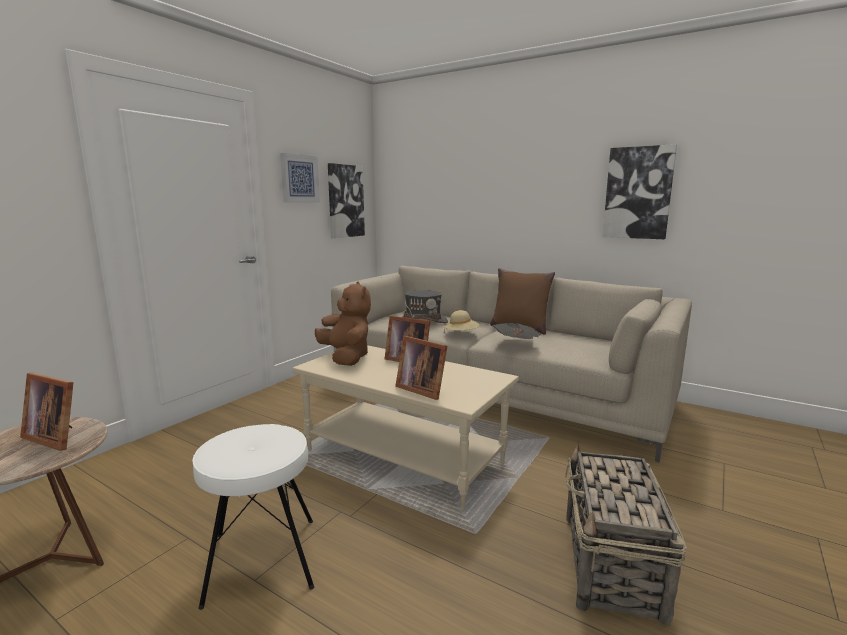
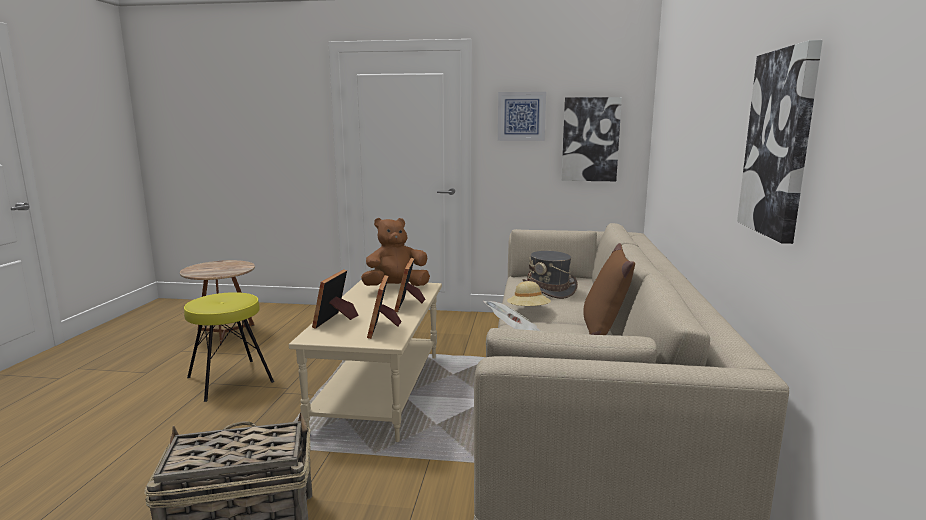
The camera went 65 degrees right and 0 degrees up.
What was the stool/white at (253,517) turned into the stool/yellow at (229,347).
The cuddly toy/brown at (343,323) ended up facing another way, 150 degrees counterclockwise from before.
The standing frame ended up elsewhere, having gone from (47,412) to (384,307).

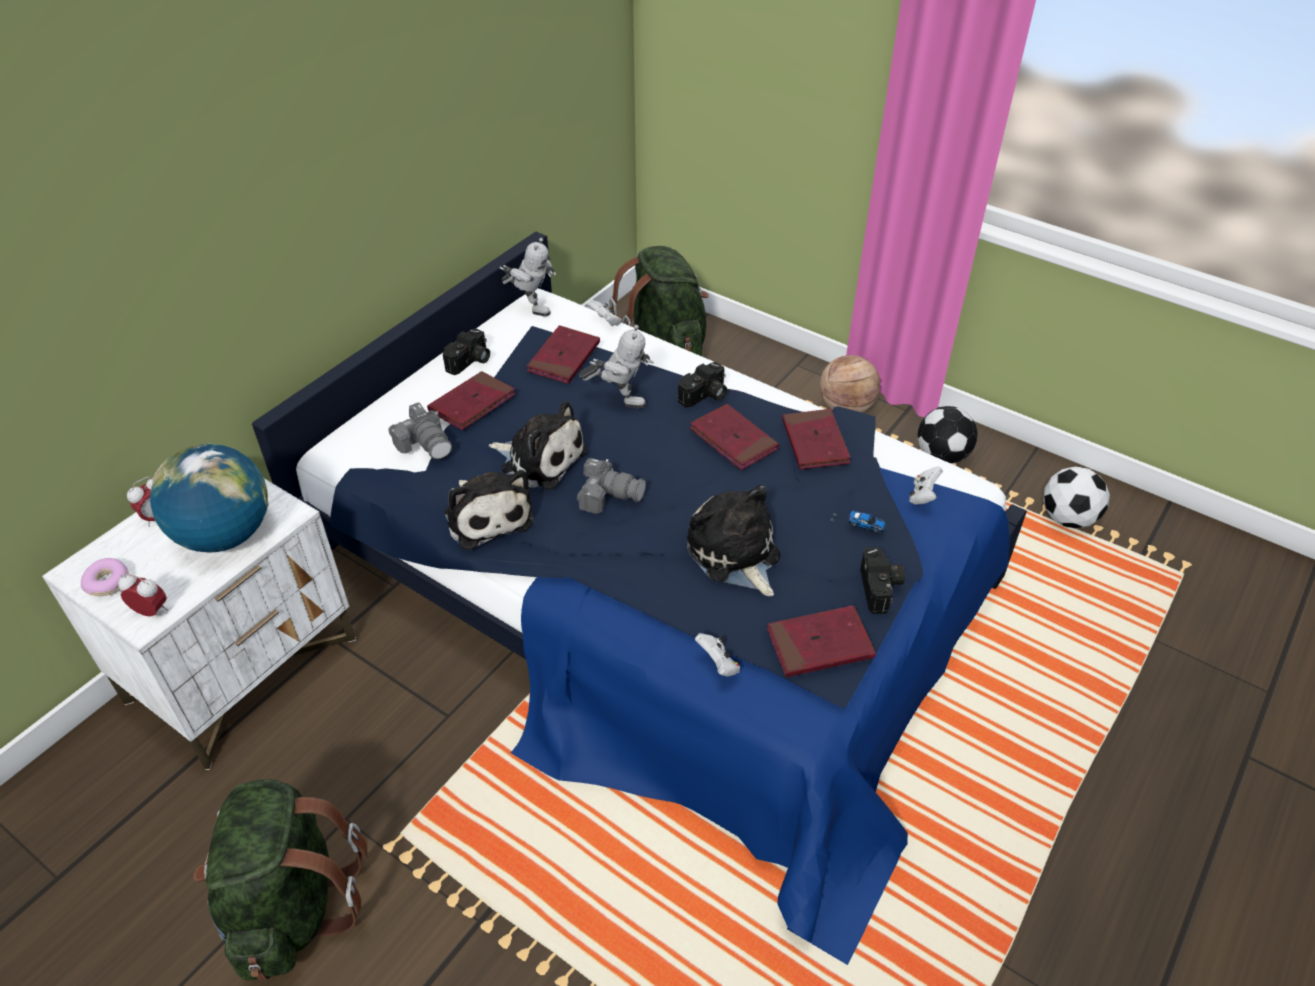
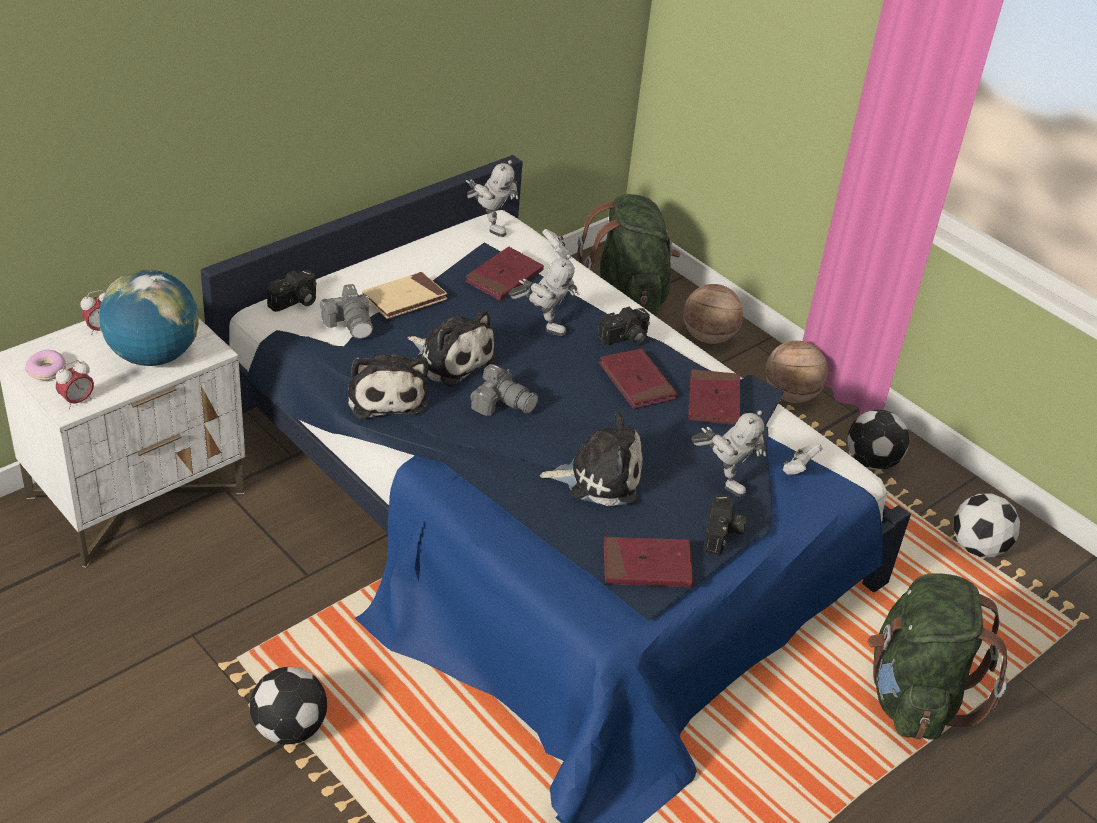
The camera went 10 degrees right and 5 degrees down.
The alarm clock at (143,595) ended up facing another way, 105 degrees clockwise from before.
The second view gained the football at (288,705).
The photo camera ended up elsewhere, having gone from (466,351) to (292,291).
What was the volume/red at (471,400) turned into the volume/sand-coloured at (405,295).
The cuddly toy at (733,541) ended up facing another way, 105 degrees clockwise from before.
The second view gained the basketball at (713,314).
Where the model car stood at (858,522), the robot figure came to stand at (728,453).
The rucksack/greenish ended up elsewhere, having gone from (280,879) to (937,657).
The second view lost the joypad/white at (717,655).

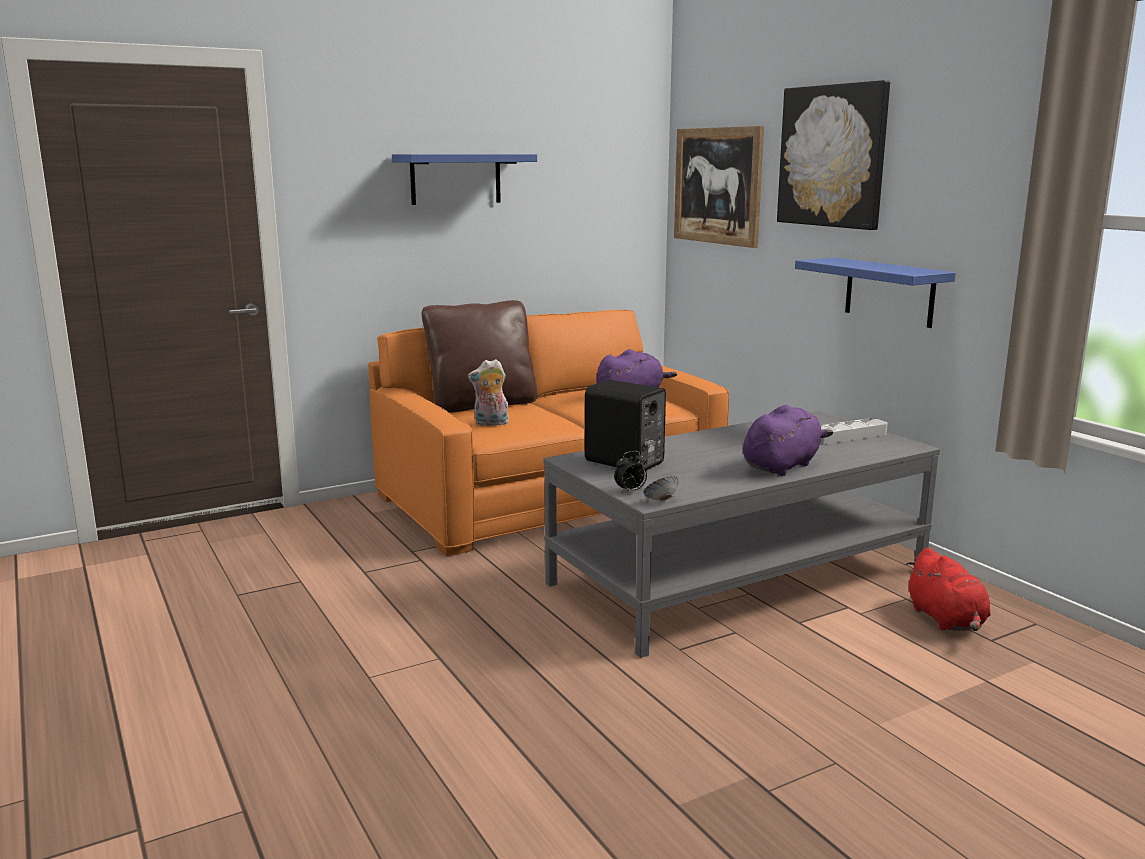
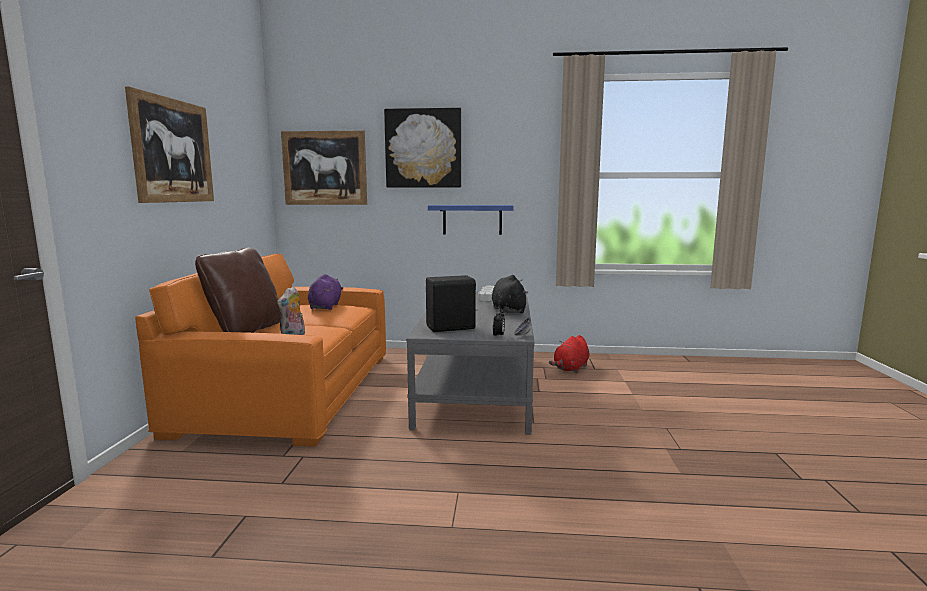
The camera went 55 degrees left and 5 degrees down.
Where the shelf/blue-coloured hung at (464,179), the picture came to hang at (169,145).
What was the cuddly toy/purple at (788,440) turned into the cuddly toy/blackish at (510,294).
The cuddly toy/red at (948,589) ended up facing another way, 105 degrees clockwise from before.

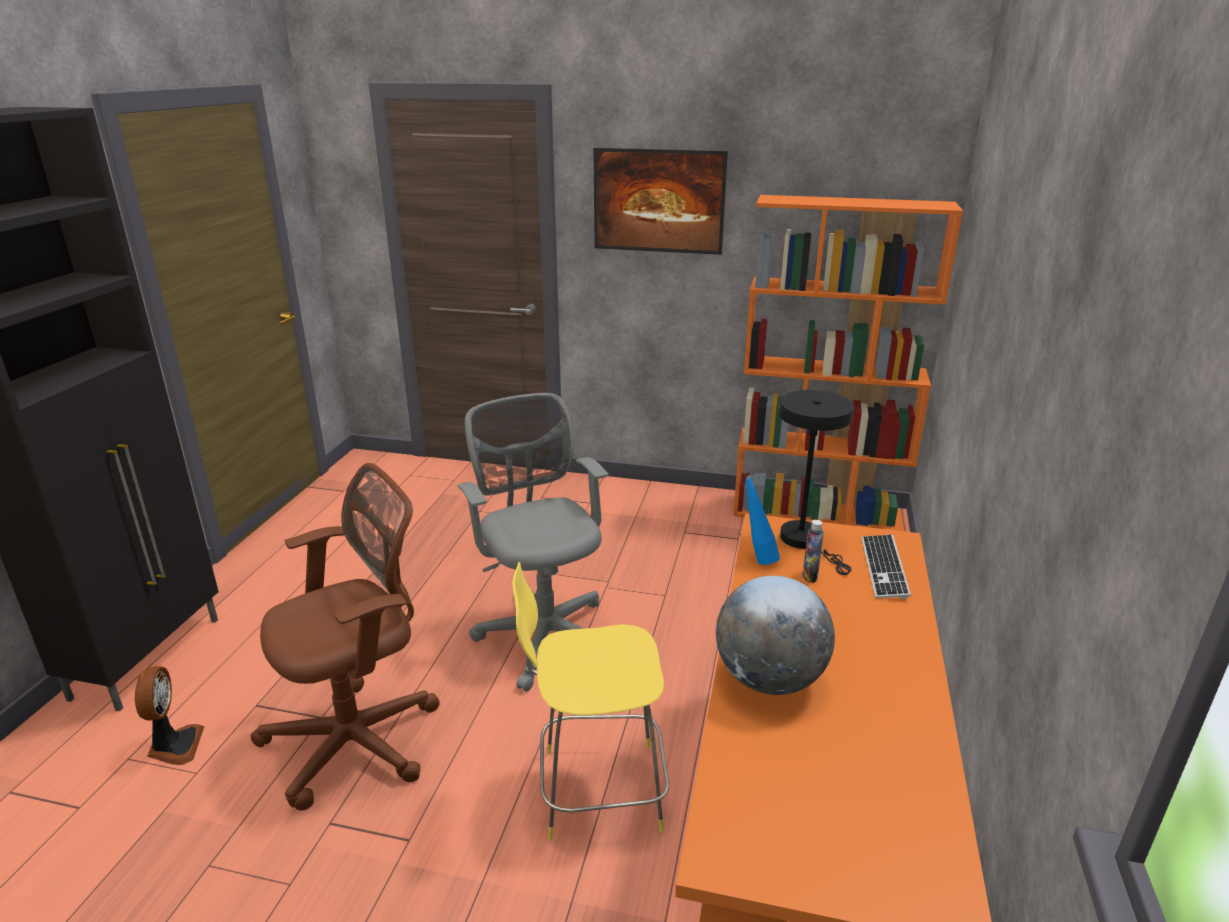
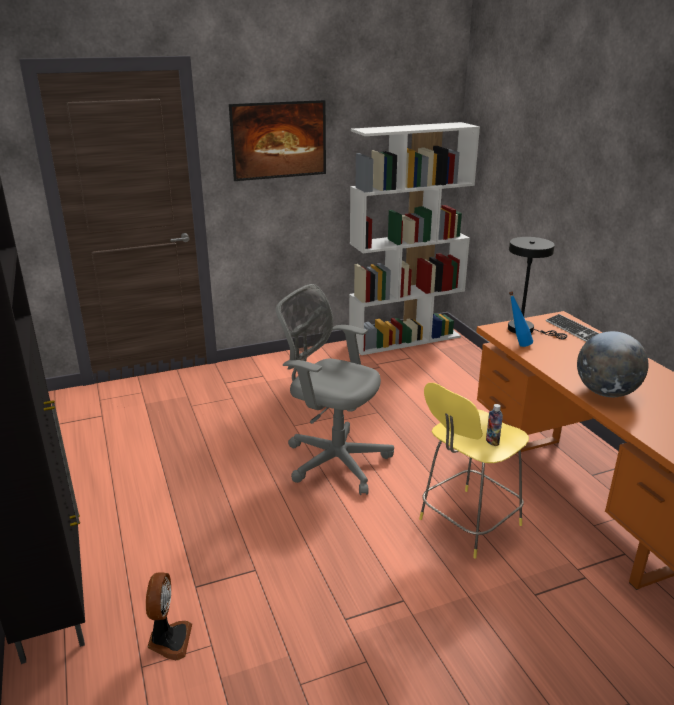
The camera went 35 degrees left and 0 degrees up.
The electric fan at (169,715) ended up facing another way, 45 degrees clockwise from before.
What was the bookcase/orangey at (848,363) turned into the bookcase/white at (414,238).
The drink bottle ended up elsewhere, having gone from (813,551) to (494,425).
The second view lost the office chair/brown at (345,637).

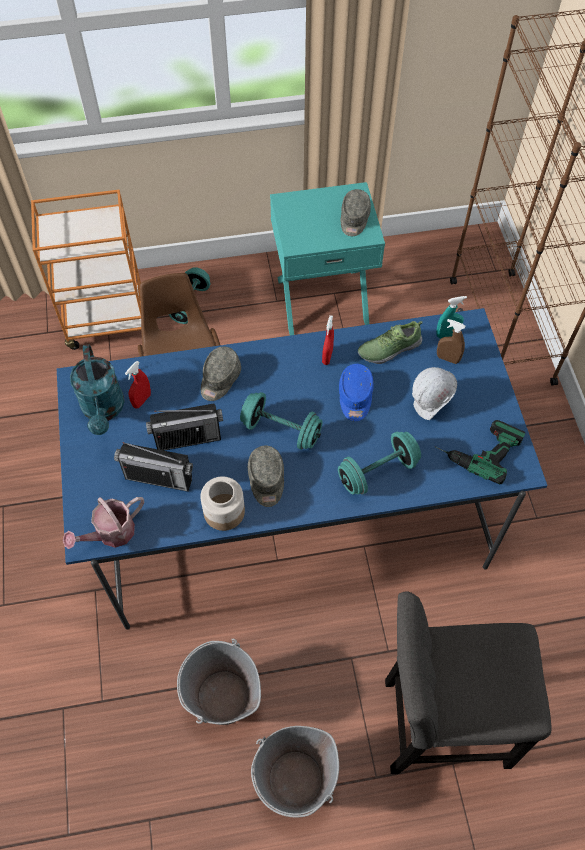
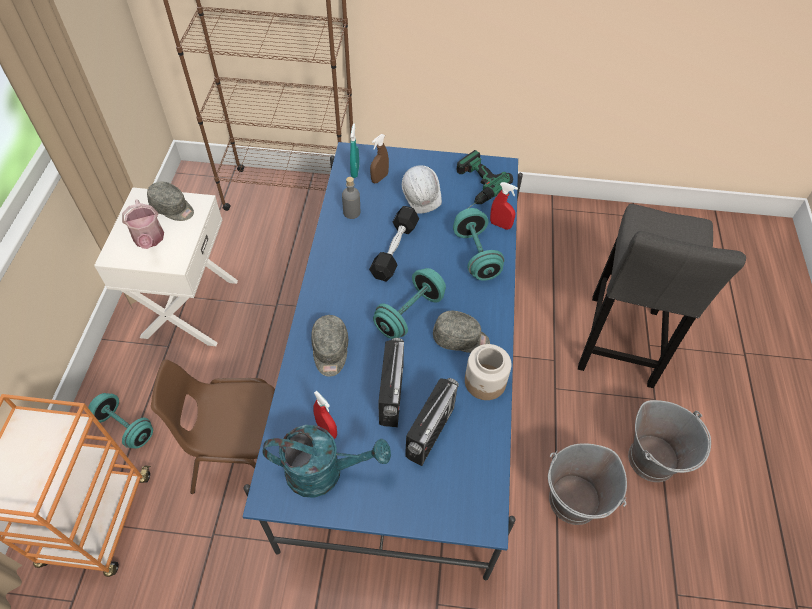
The camera went 75 degrees left and 5 degrees down.
What was the nightstand/turquoise at (327,259) turned into the nightstand/white at (166,267).
The sprinkling can ended up elsewhere, having gone from (103,523) to (143,224).
The baseball cap/grey at (221,374) ended up facing another way, 45 degrees clockwise from before.
Where the item of footwear stood at (390,342), the drink bottle/grey came to stand at (351,198).
Where the baseball cap/blue-coloured stood at (356,392), the dumbbell/blackish came to stand at (394,244).
The hand sprayer/red ended up elsewhere, having gone from (328,340) to (504,206).

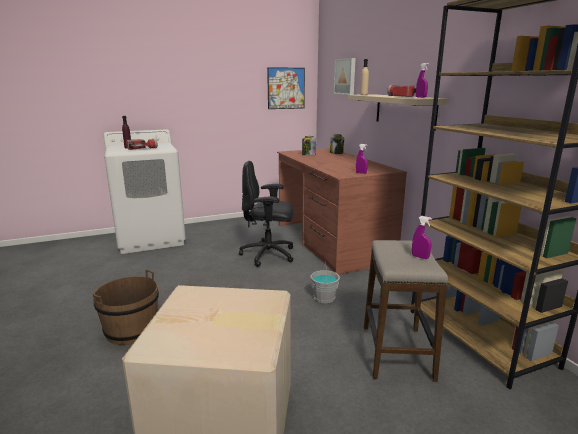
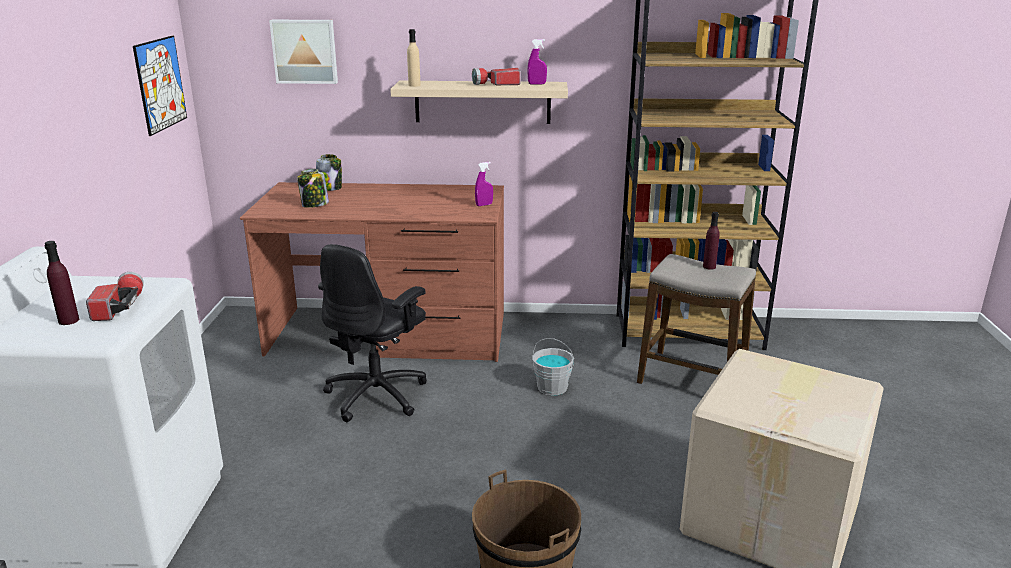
The camera went 65 degrees left and 5 degrees up.
Where the hand sprayer/purple stood at (422,237), the drink bottle/purple came to stand at (711,241).

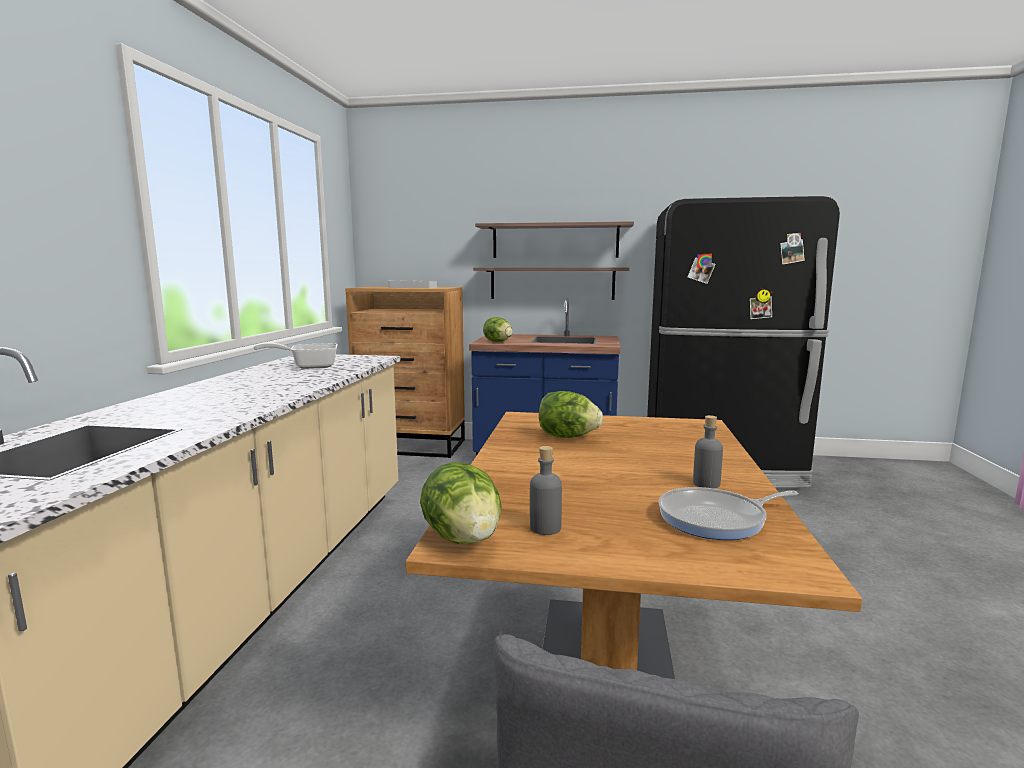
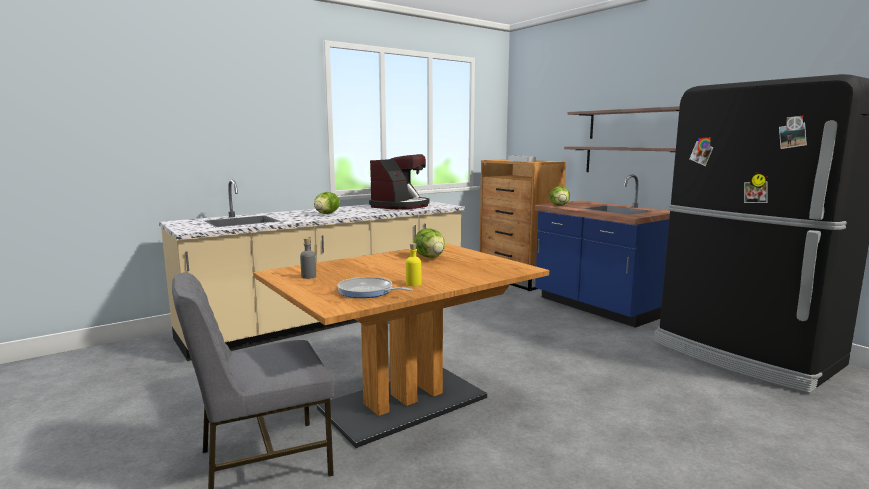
The camera went 45 degrees right and 0 degrees up.
The lettuce ended up elsewhere, having gone from (460,503) to (327,203).
Where the pan stood at (295,356), the coffee machine came to stand at (399,181).
What was the drink bottle/grey at (708,451) turned into the drink bottle/yellow at (413,264).

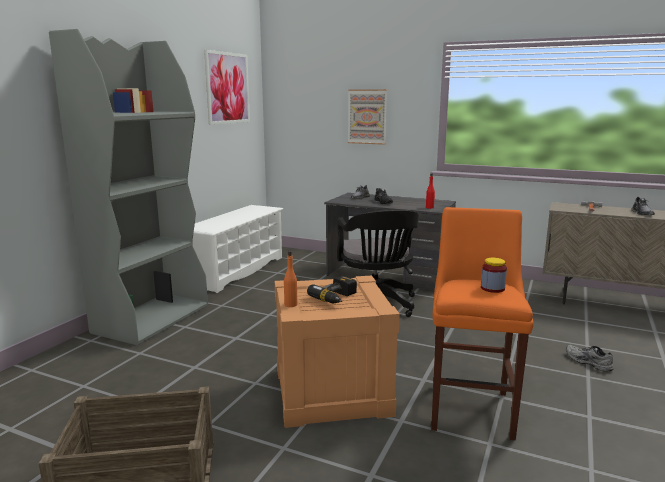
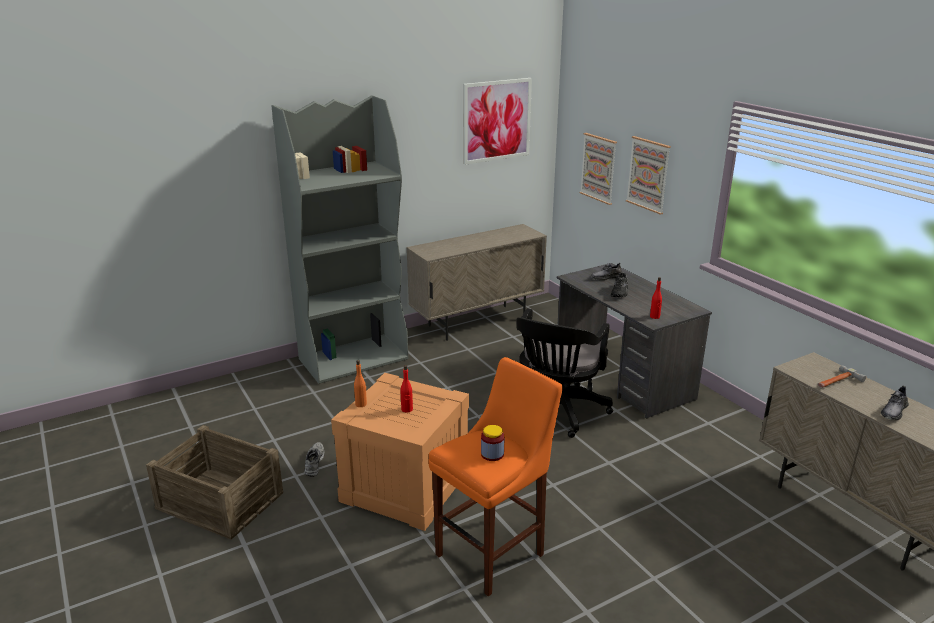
The camera went 35 degrees right and 10 degrees up.
The item of footwear/grey ended up elsewhere, having gone from (589,358) to (314,459).
Where the electric drill stood at (332,289), the drink bottle/red came to stand at (406,389).
Where the shoe stand/white stood at (237,249), the cupboard/sand-coloured came to stand at (476,282).
The second view gained the picture at (598,169).

